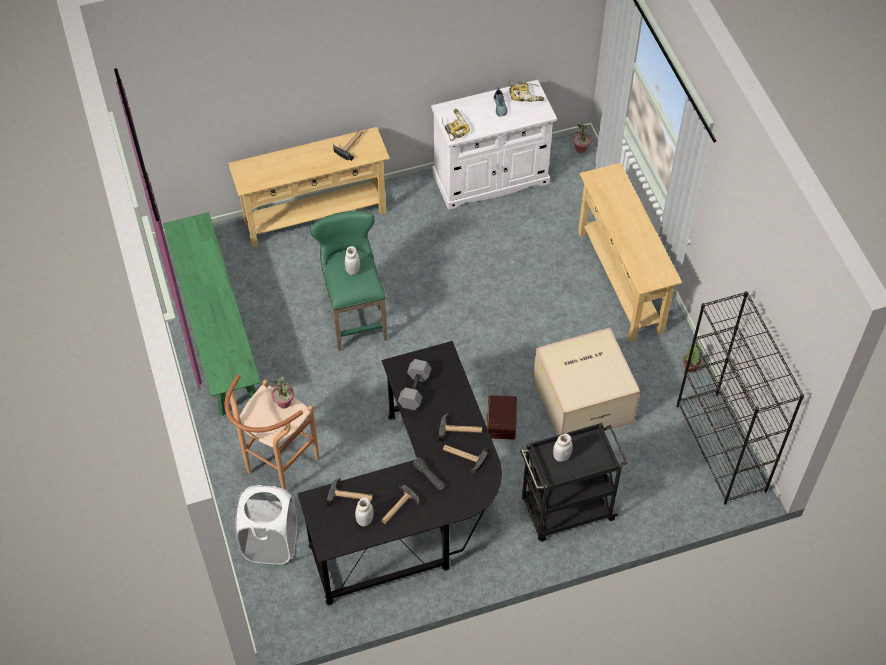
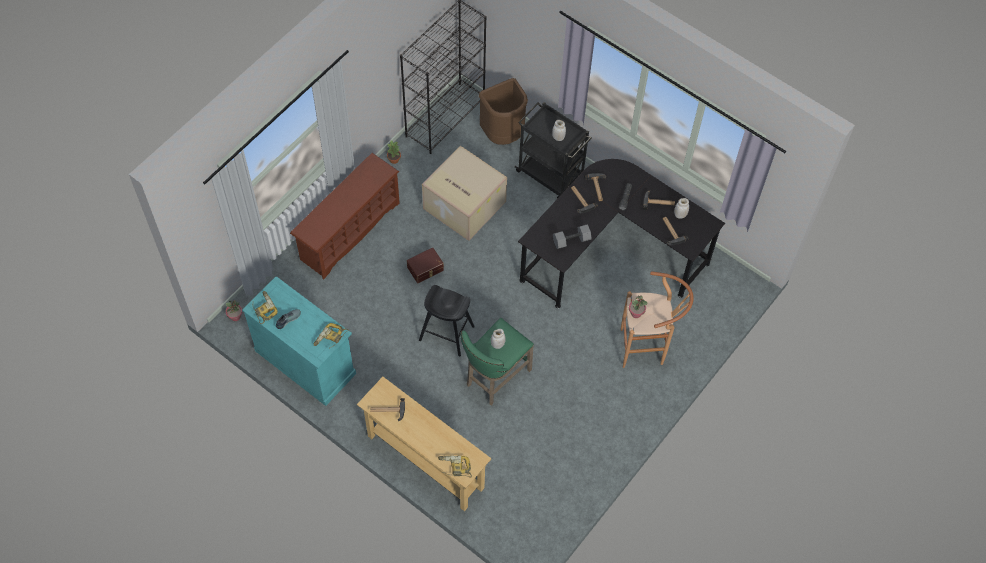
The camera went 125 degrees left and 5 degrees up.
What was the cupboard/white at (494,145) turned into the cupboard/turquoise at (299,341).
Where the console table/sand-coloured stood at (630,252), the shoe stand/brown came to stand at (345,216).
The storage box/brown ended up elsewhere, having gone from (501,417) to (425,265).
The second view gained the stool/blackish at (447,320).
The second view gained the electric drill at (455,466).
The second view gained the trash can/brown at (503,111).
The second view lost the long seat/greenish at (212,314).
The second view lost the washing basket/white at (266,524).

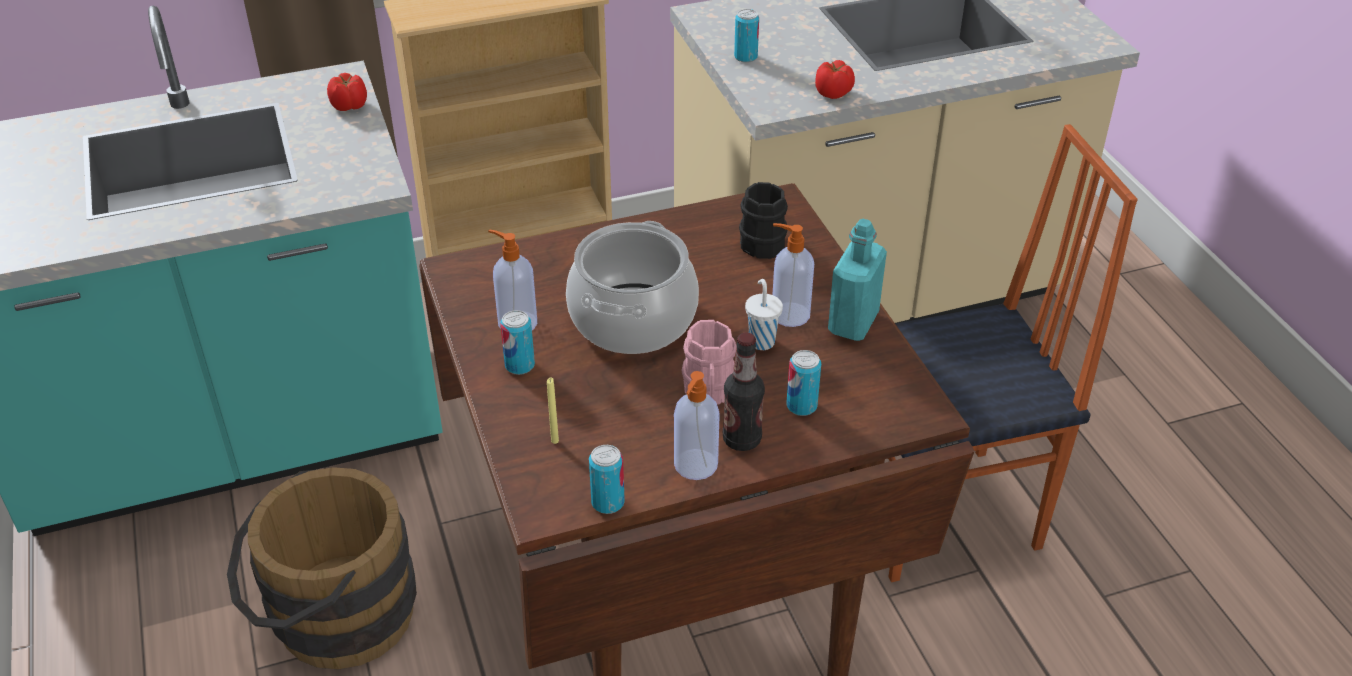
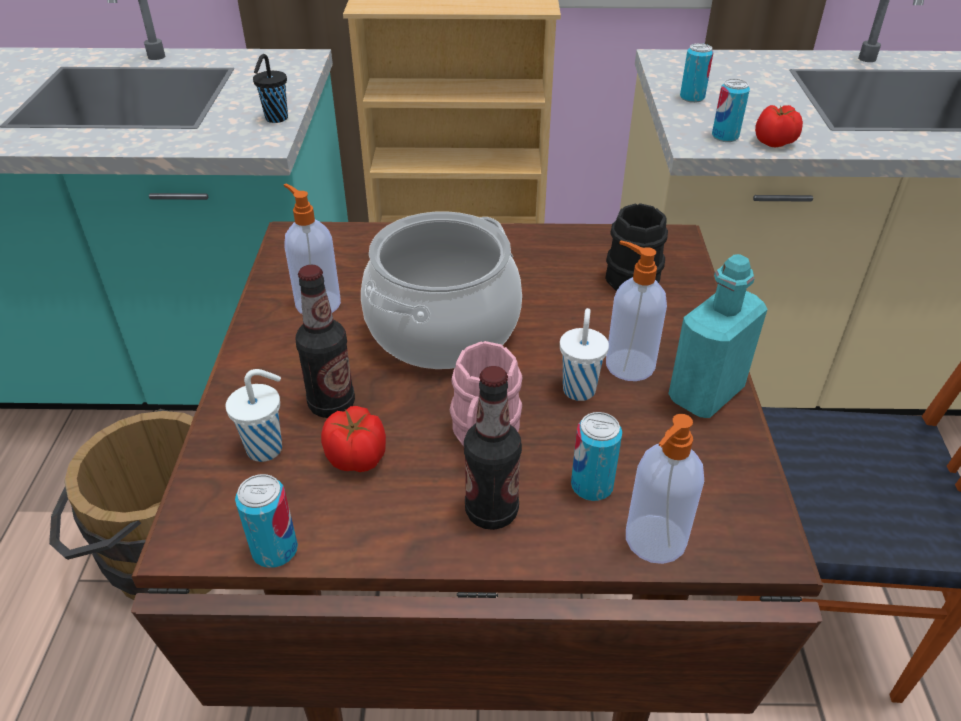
The camera went 20 degrees right and 0 degrees up.
Where the wax candle/yellow stood at (553,411), the drinking cup/white came to stand at (254,415).
The second view gained the drinking cup/blackish at (270,88).
The second view gained the drink bottle at (325,341).
The tomato ended up elsewhere, having gone from (347,92) to (353,439).
The soap dispenser ended up elsewhere, having gone from (697,425) to (665,489).
The can ended up elsewhere, having gone from (517,342) to (731,110).

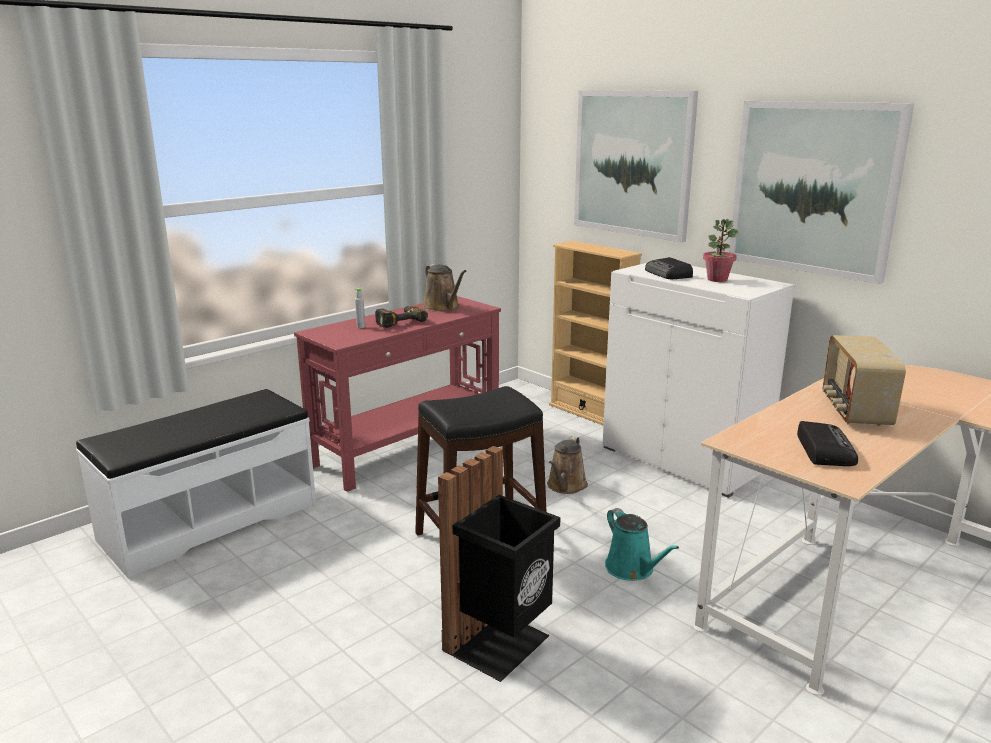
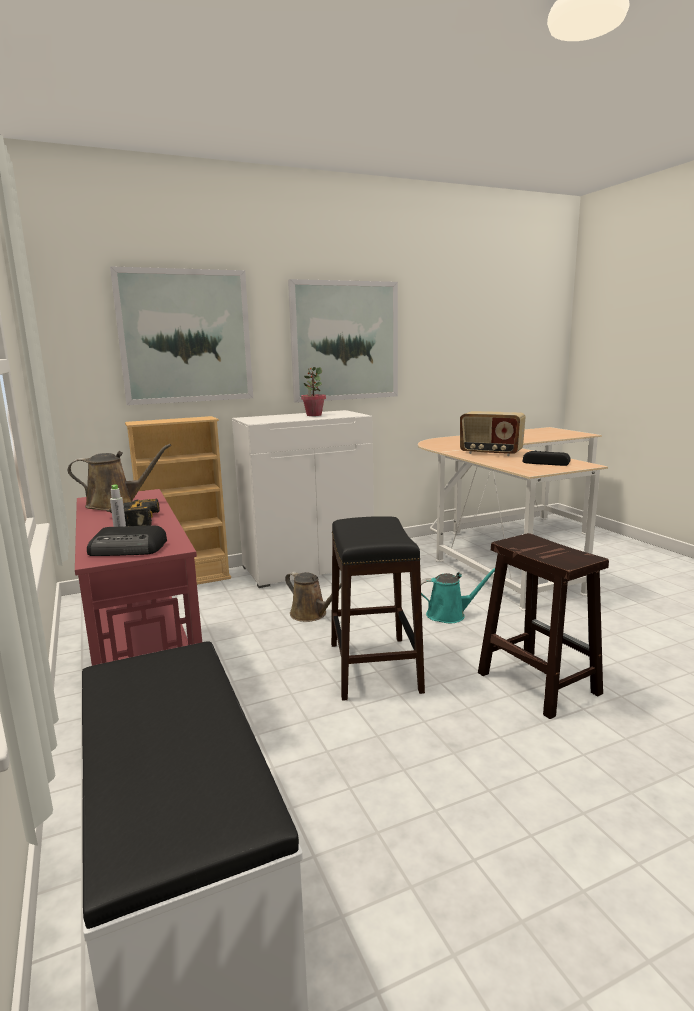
The camera went 70 degrees left and 5 degrees down.
The radio receiver ended up elsewhere, having gone from (669,268) to (127,541).
Where the trash can/blackish stood at (499,564), the stool/brown came to stand at (543,626).

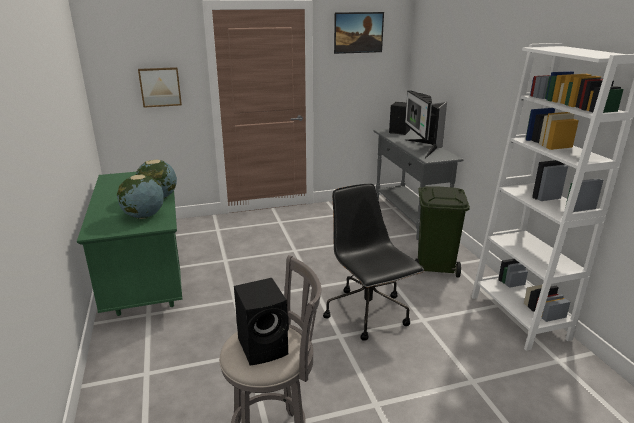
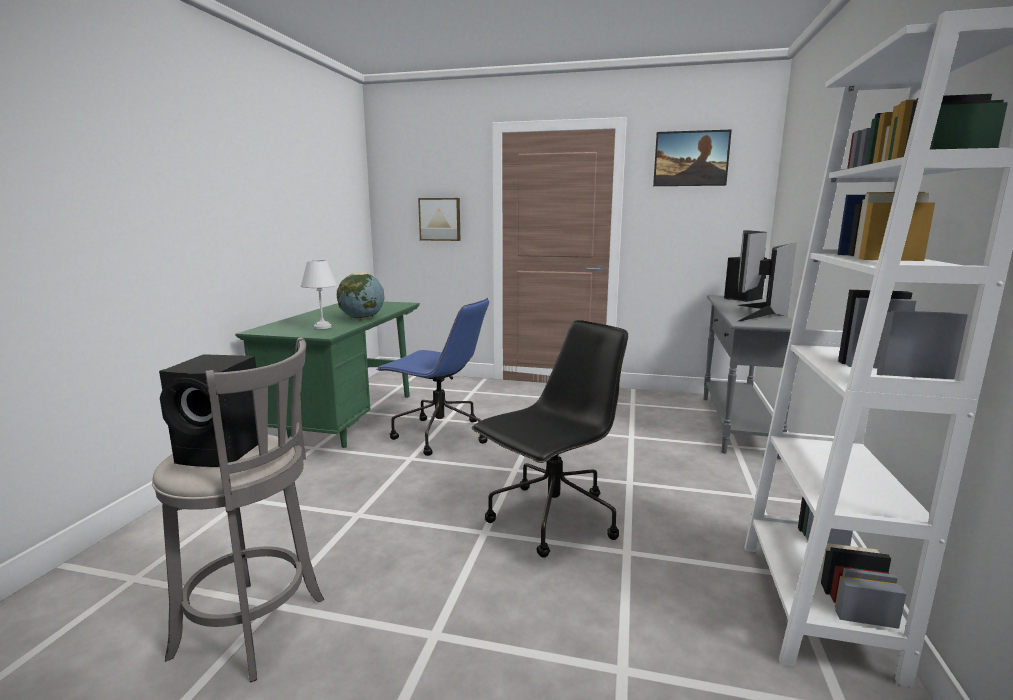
The camera went 30 degrees right and 10 degrees down.
Where the desk globe stood at (140,196), the tabletop lamp/white came to stand at (319,294).
The second view gained the office chair/blue-coloured at (433,377).
The office chair/blackish at (373,262) ended up facing another way, 45 degrees clockwise from before.
The second view lost the trash can/greenish at (442,231).

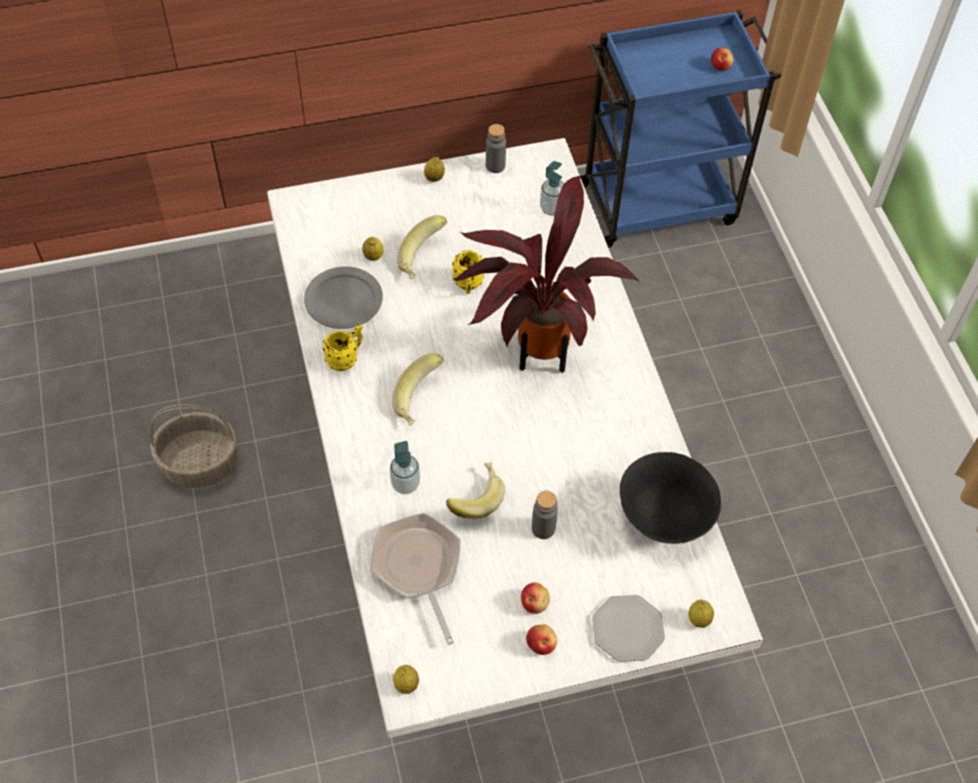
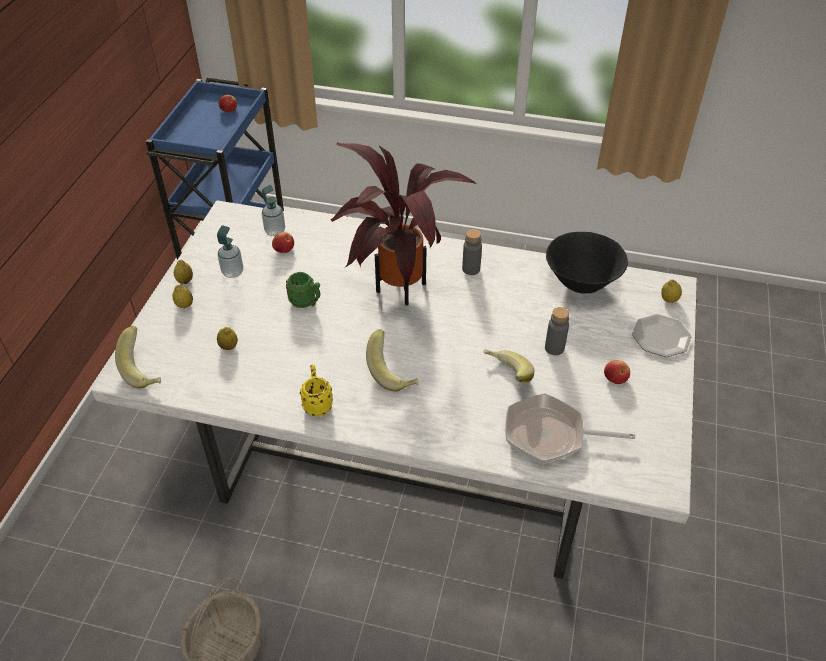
The camera went 60 degrees left and 10 degrees down.
The banana ended up elsewhere, having gone from (422,247) to (138,357).
The citrus fruit ended up elsewhere, having gone from (406,679) to (183,296).
The soap dispenser ended up elsewhere, having gone from (405,467) to (230,252).
The apple fruit ended up elsewhere, having gone from (541,640) to (283,242).
What was the mug/yellow at (468,272) turned into the mug/greenish at (303,290).
The drink bottle/grey ended up elsewhere, having gone from (496,148) to (472,252).
The second view lost the dinner plate/grey at (343,298).

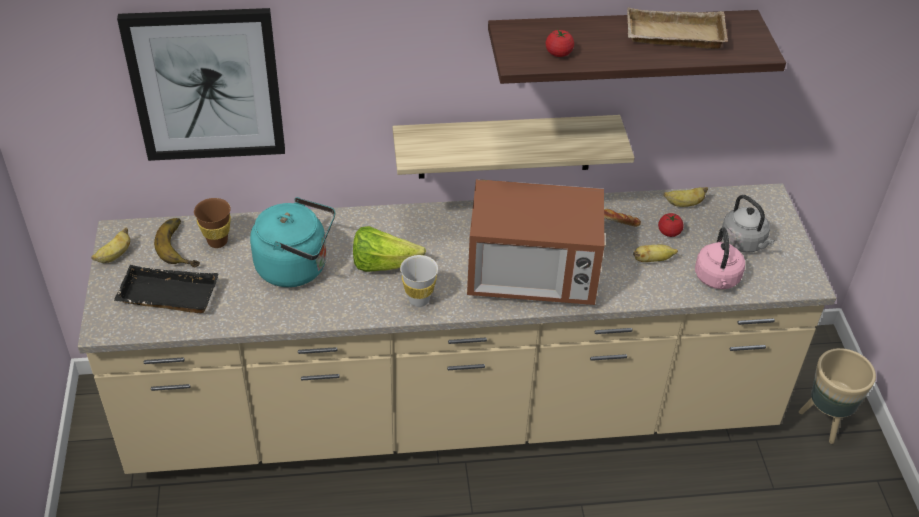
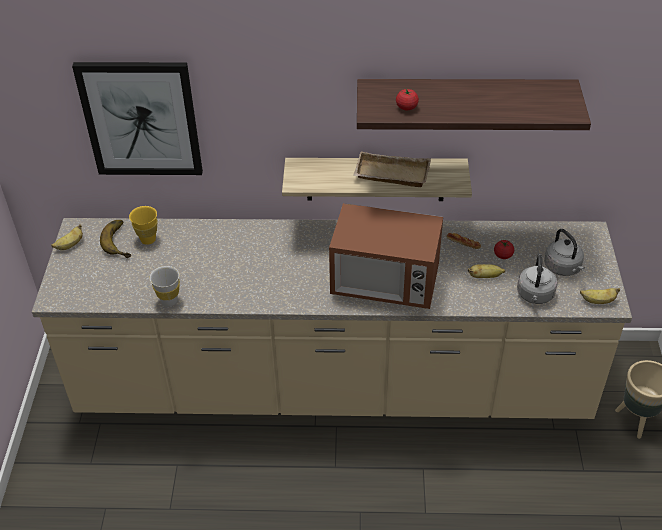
The camera went 10 degrees right and 0 degrees up.
What was the drinking cup/brown at (212,223) turned into the drinking cup/yellow at (143,225).
The drinking cup/white ended up elsewhere, having gone from (419,281) to (165,286).
The tray/sand-coloured ended up elsewhere, having gone from (677,28) to (392,169).
What was the water kettle/pink at (720,258) turned into the water kettle/grey at (537,279).
The banana ended up elsewhere, having gone from (686,197) to (600,296).
The second view lost the tray/blackish at (166,289).
The second view lost the water kettle/turquoise at (292,242).
The second view lost the lettuce at (389,249).

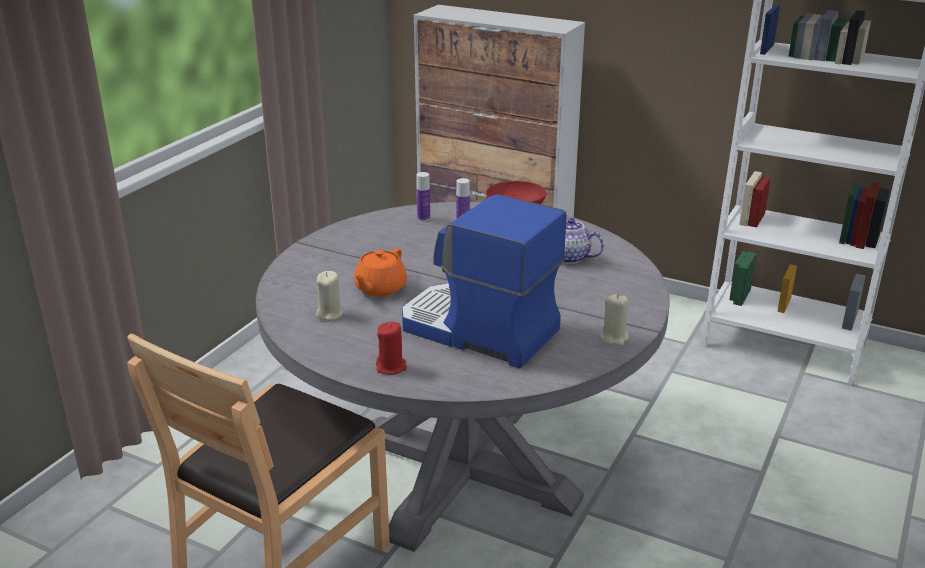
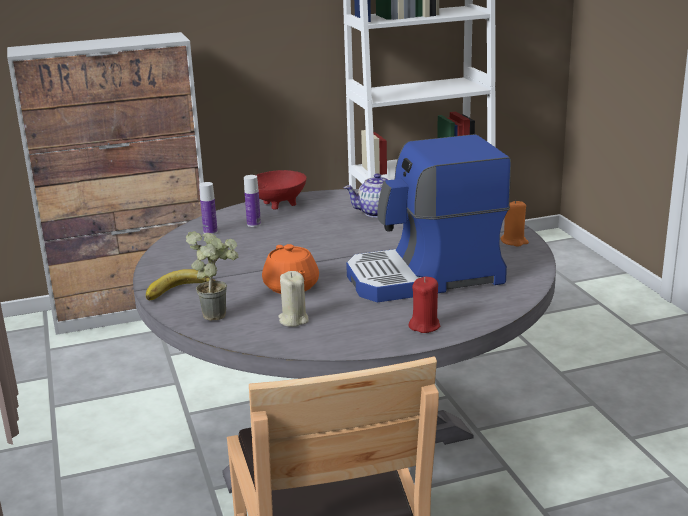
The camera went 45 degrees left and 5 degrees down.
The second view gained the banana at (180,284).
The second view gained the potted plant at (212,276).
What was the wax candle/sand-coloured at (614,320) turned into the wax candle/orangey at (515,223).

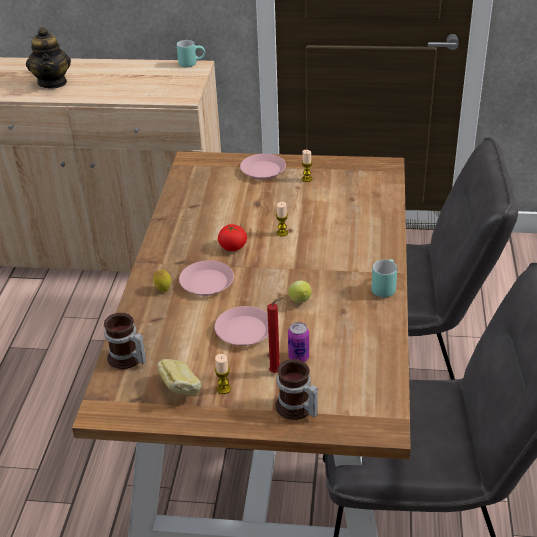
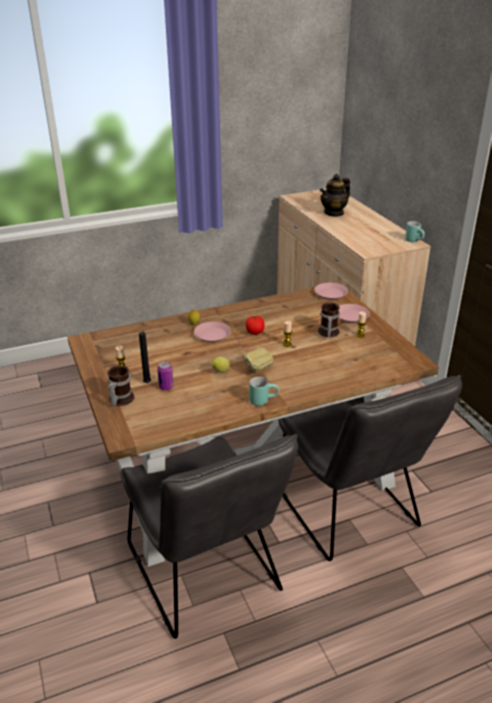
The camera went 60 degrees right and 5 degrees down.
What was the wax candle/red at (275,335) turned into the wax candle/blackish at (145,357).
The bread ended up elsewhere, having gone from (179,377) to (258,359).
The dinner plate/pink ended up elsewhere, having gone from (242,326) to (331,291).
The mug ended up elsewhere, having gone from (125,341) to (329,320).

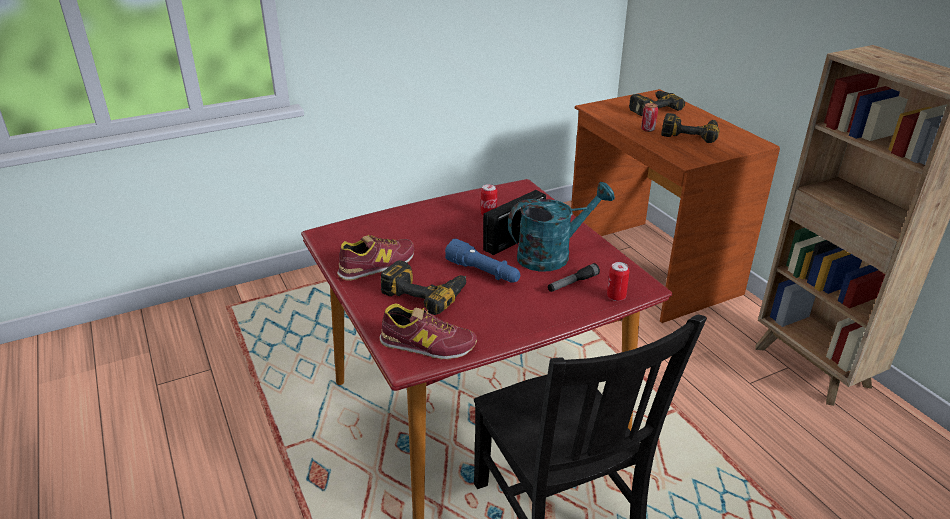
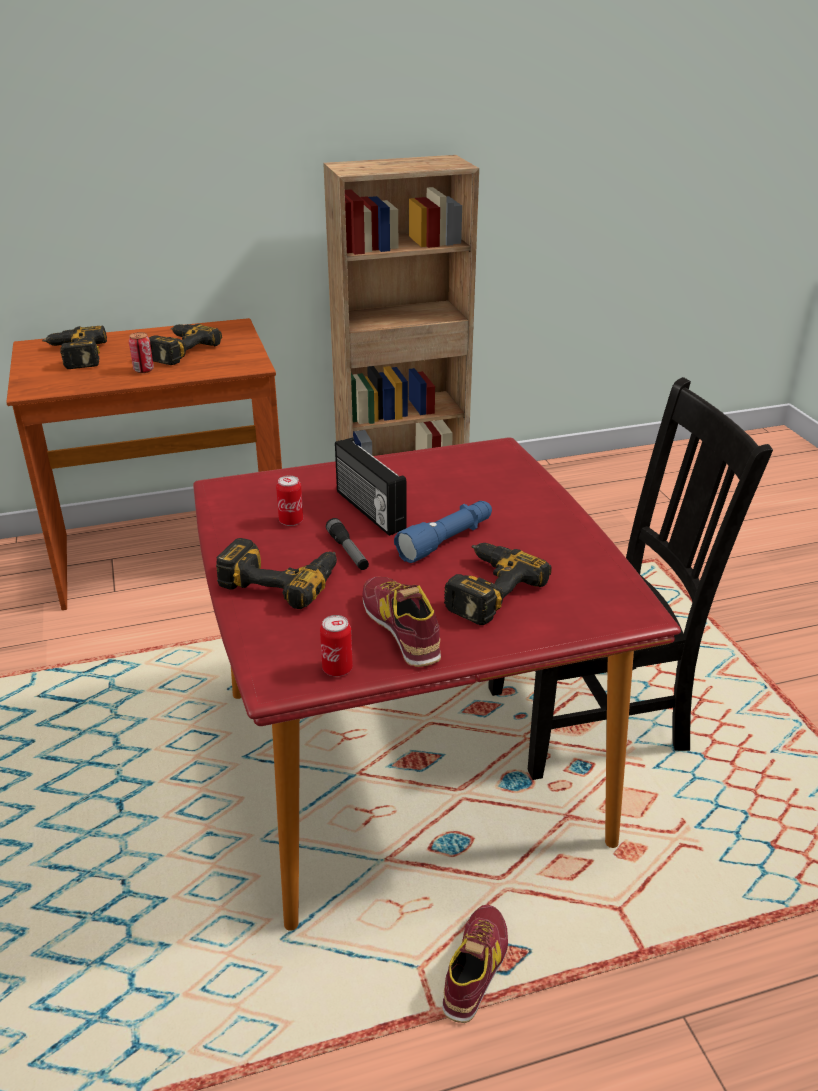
The camera went 80 degrees left and 0 degrees up.
The second view gained the electric drill at (276,573).
The can ended up elsewhere, having gone from (618,281) to (336,646).
The flashlight ended up elsewhere, having gone from (574,277) to (347,544).
The item of footwear ended up elsewhere, having gone from (428,331) to (475,963).
The second view lost the sprinkling can/turquoise at (561,227).

